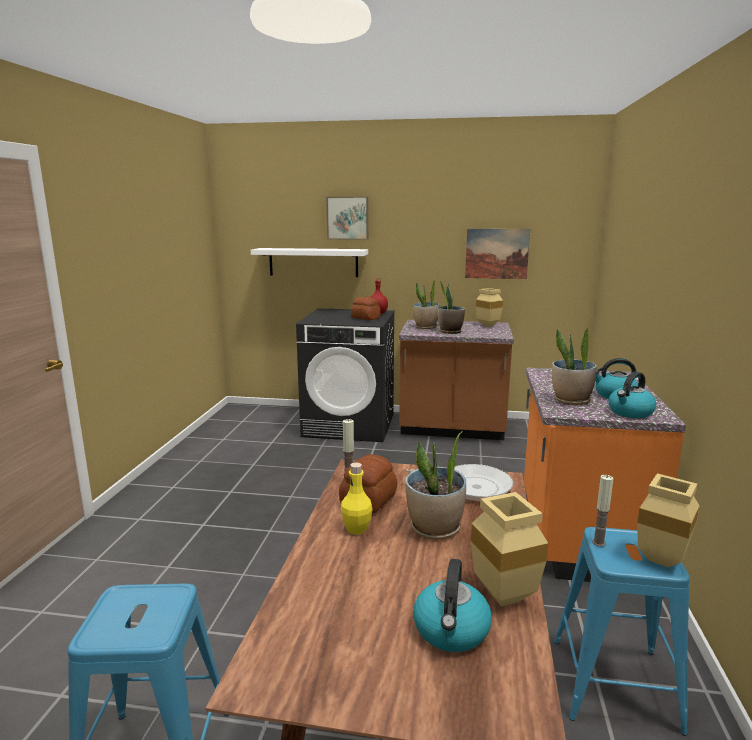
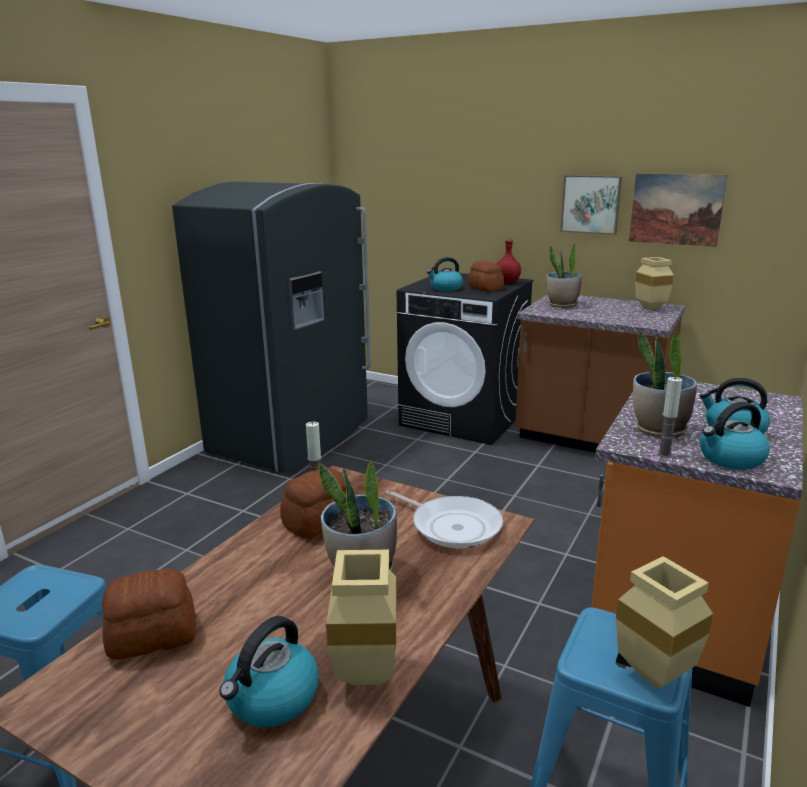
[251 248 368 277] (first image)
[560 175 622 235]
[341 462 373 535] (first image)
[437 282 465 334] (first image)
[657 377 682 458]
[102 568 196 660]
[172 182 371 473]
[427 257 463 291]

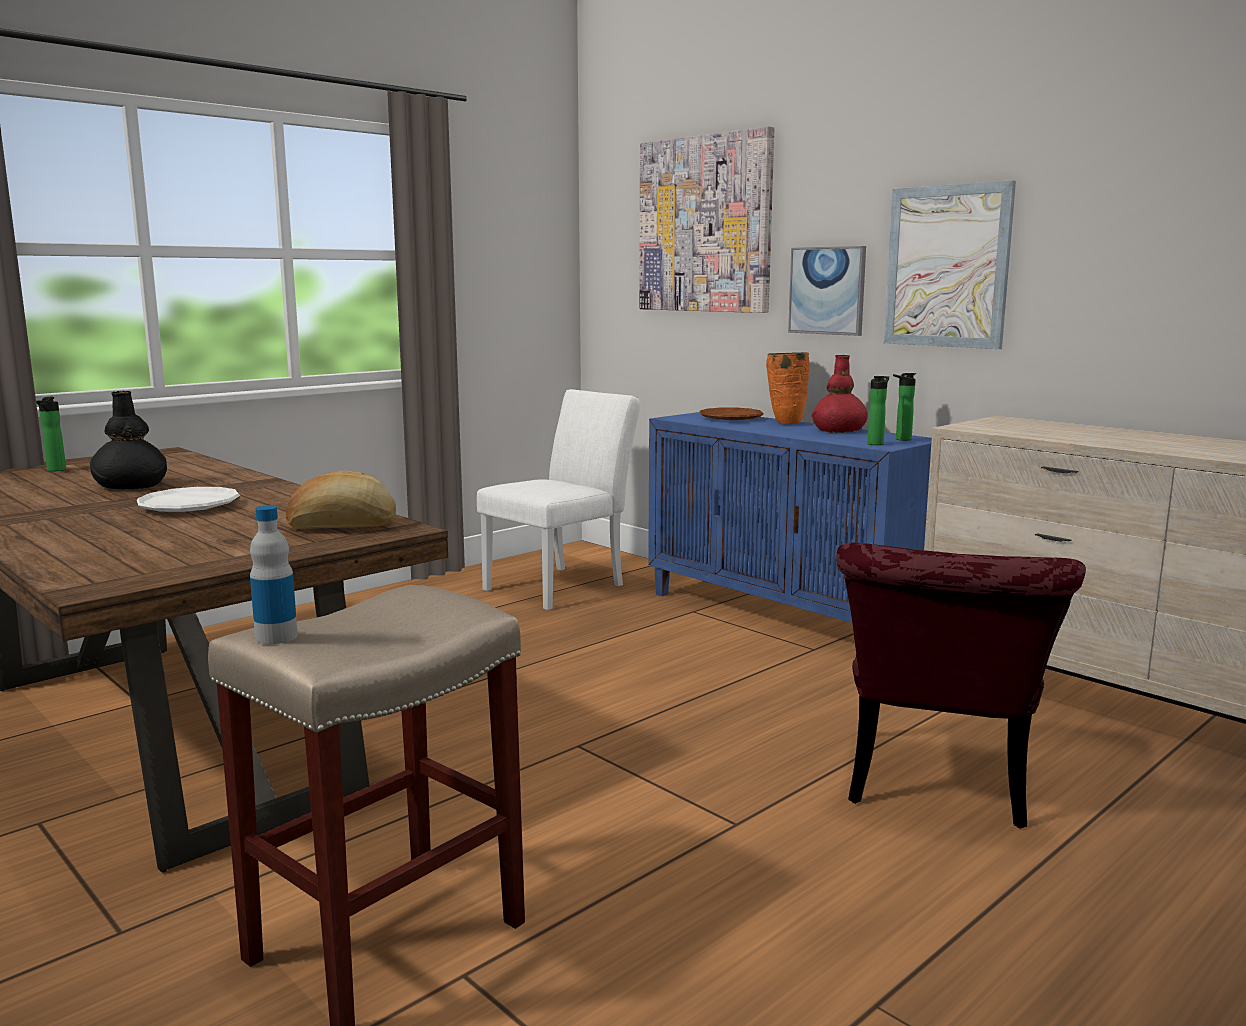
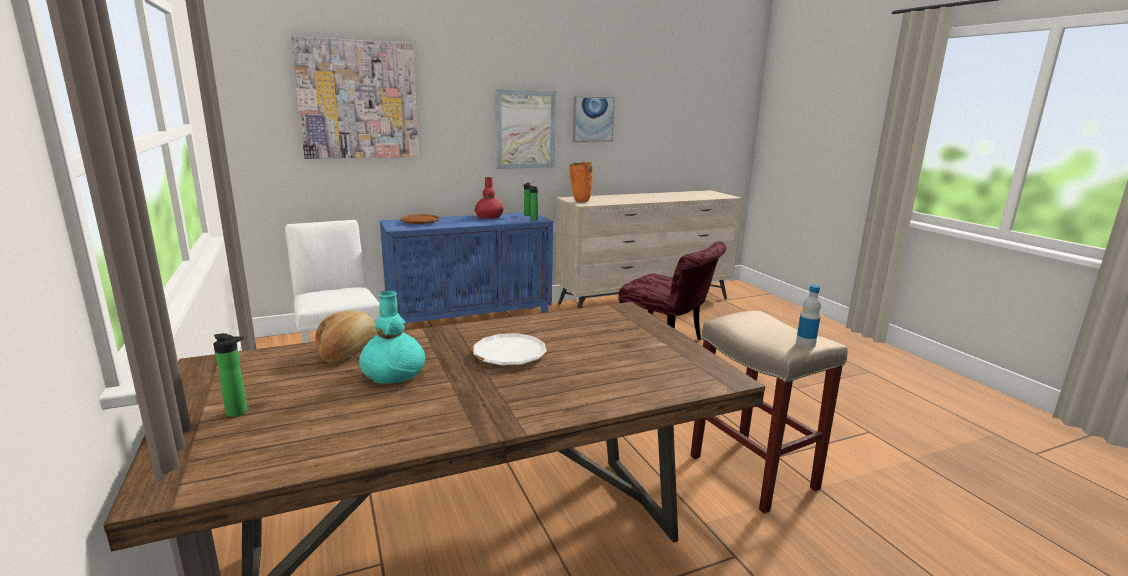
[359 290 425 384]
[315 311 377 363]
[569 162 593 202]
[573 96 615 142]

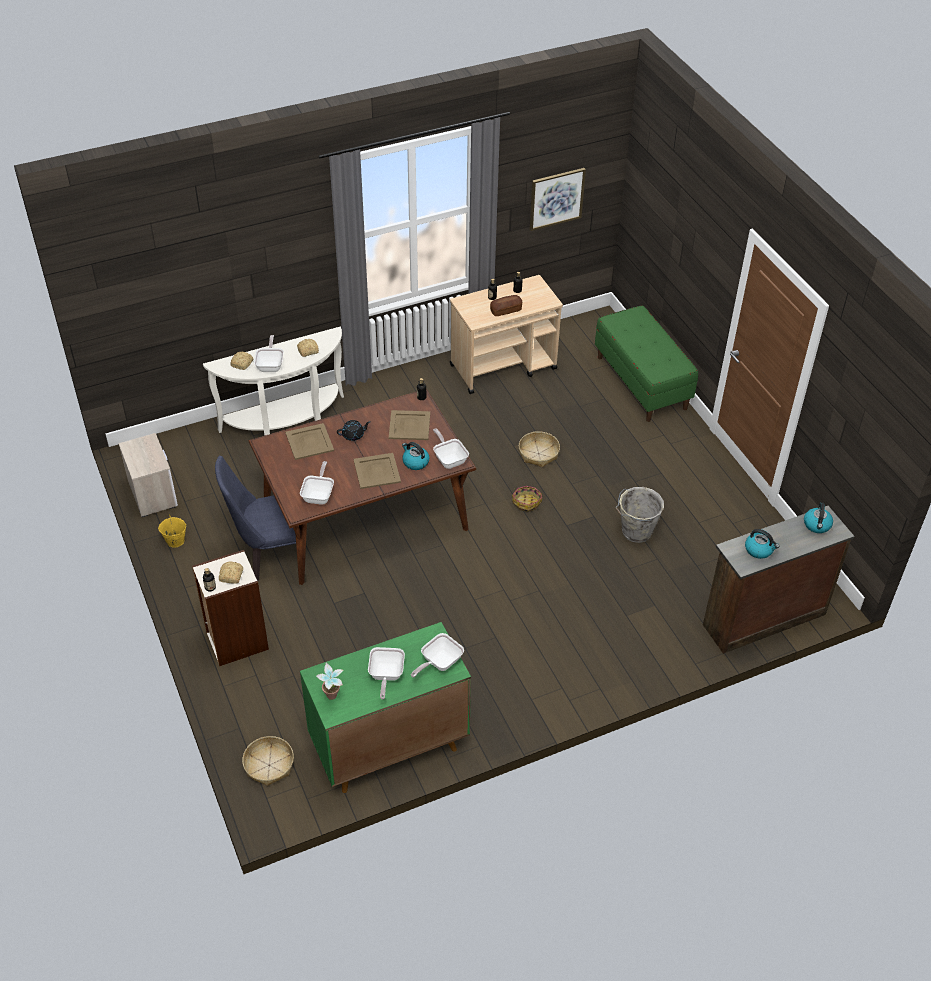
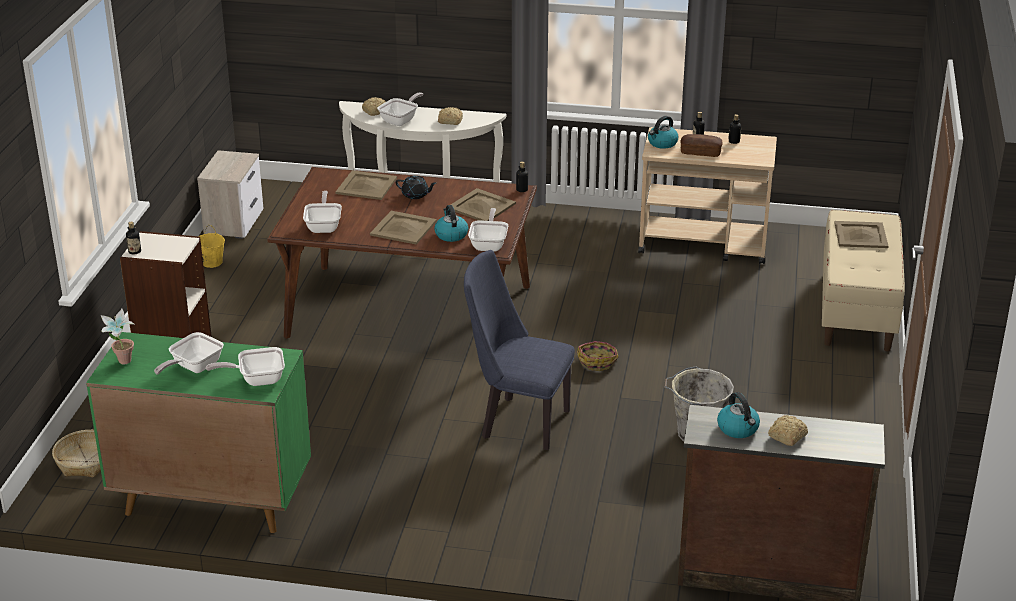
[464 250 575 450]
[768 415 808 446]
[303 191 342 233]
[519 431 560 467] (first image)
[530 168 586 231] (first image)
[822 210 905 351]
[648 116 679 149]
[834 221 888 248]

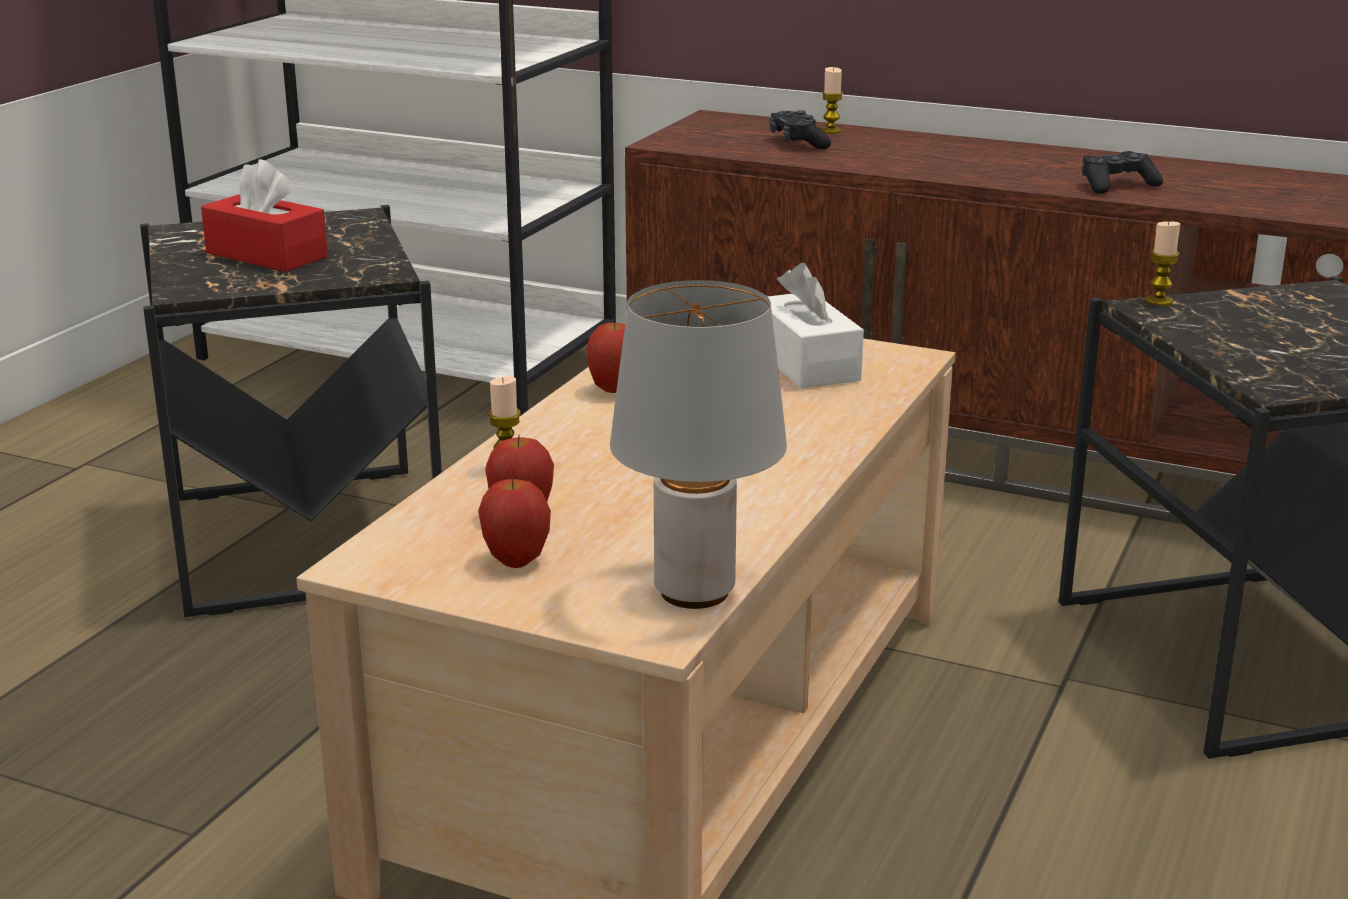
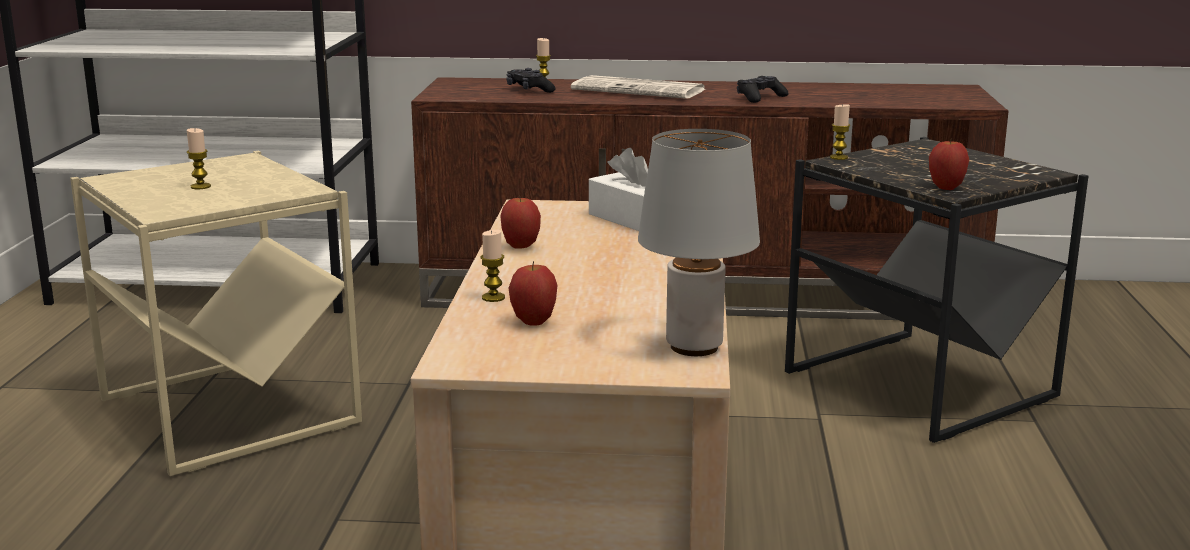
[70 151 362 476]
[187 128 211 189]
[929 138 969 190]
[571 75 706 99]

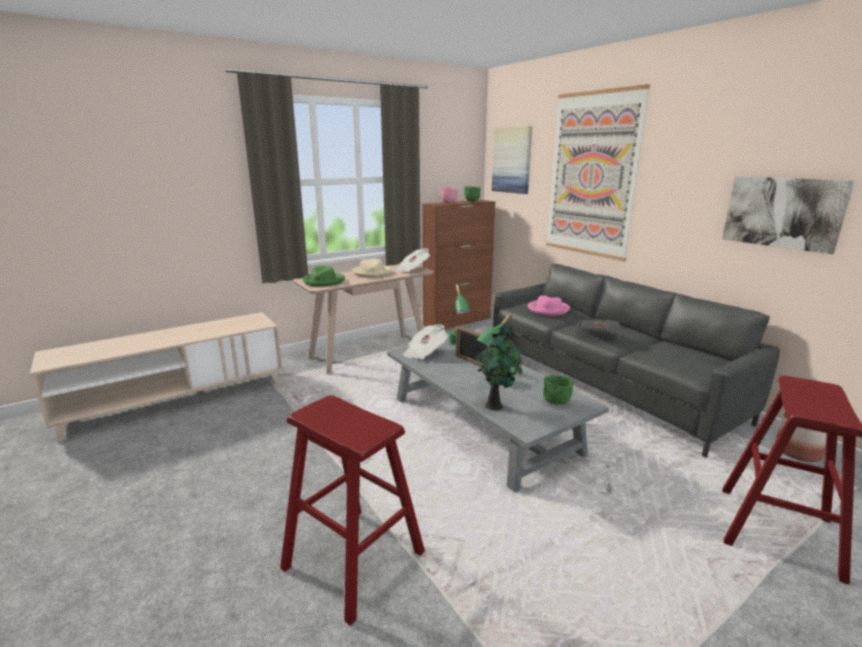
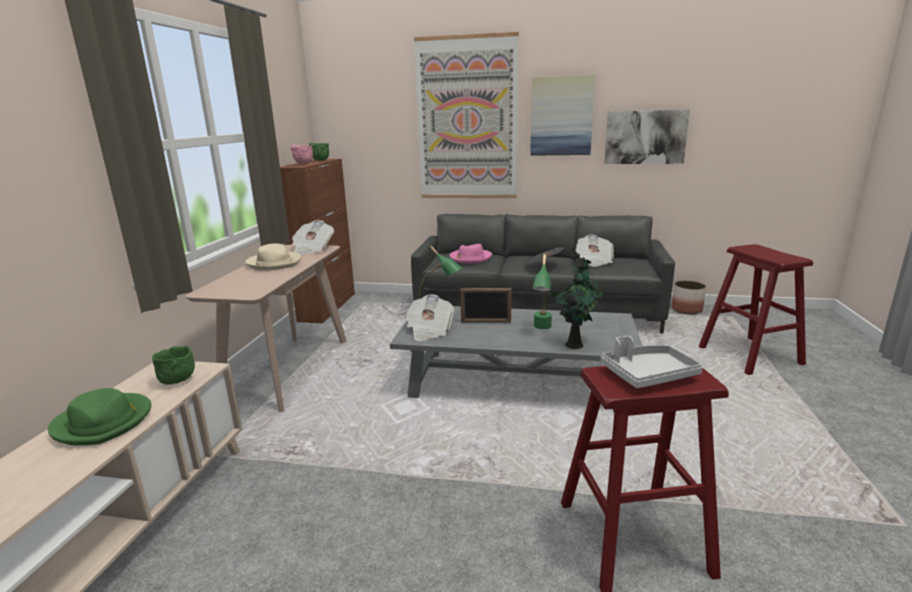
[48 388 151 445]
[530 75 595 156]
[152 345 195 385]
[575 234 614 267]
[601 336 703 388]

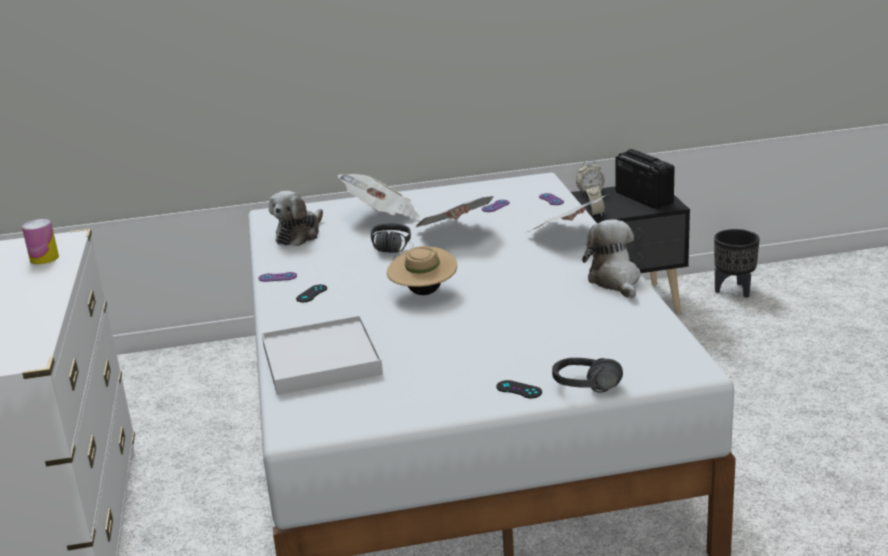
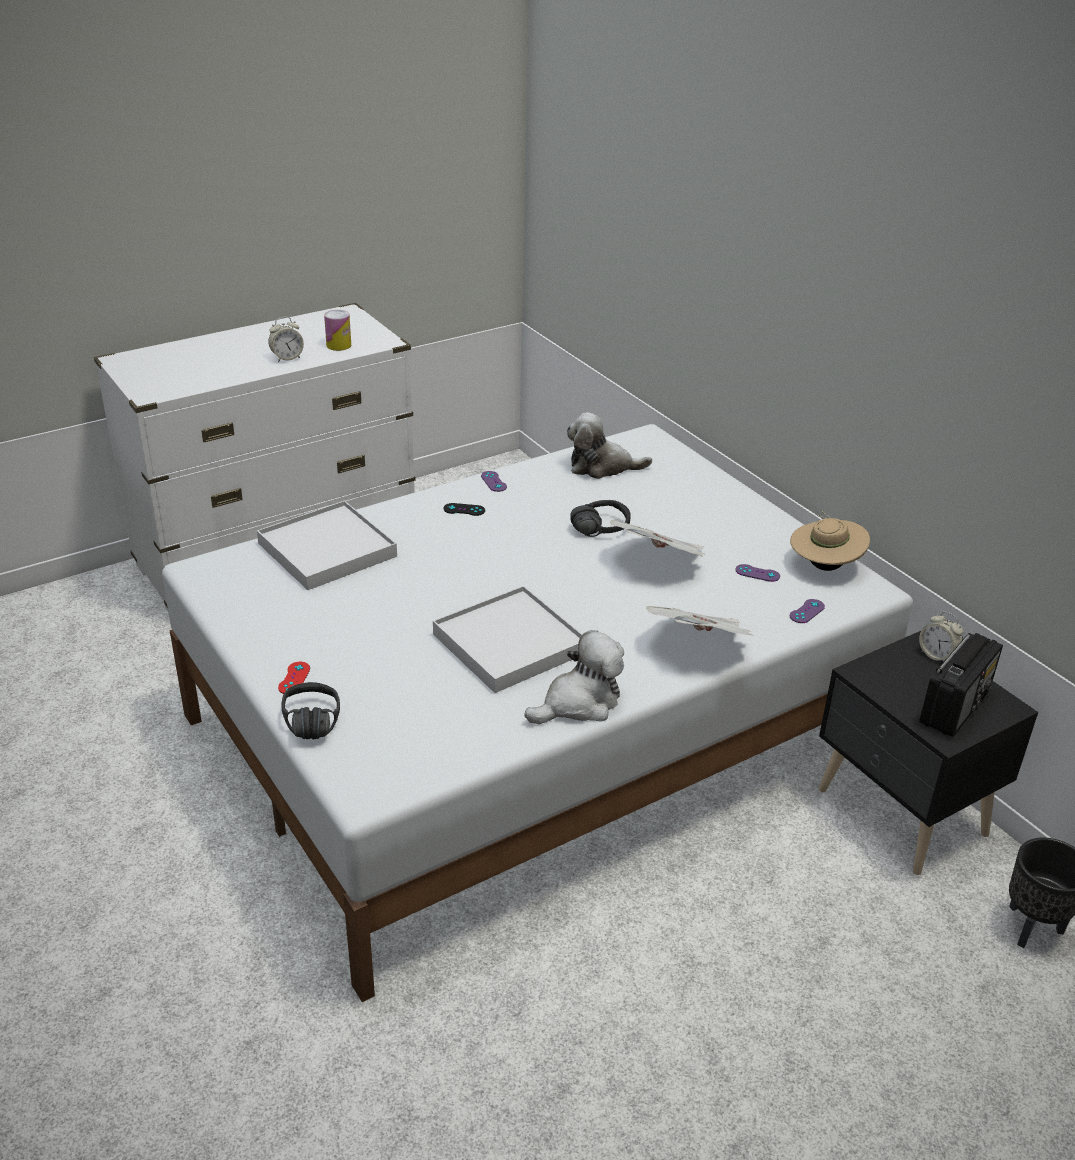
[337 174 421 218] (first image)
[790 511 870 571]
[278 662 310 694]
[268 317 304 362]
[433 586 582 693]

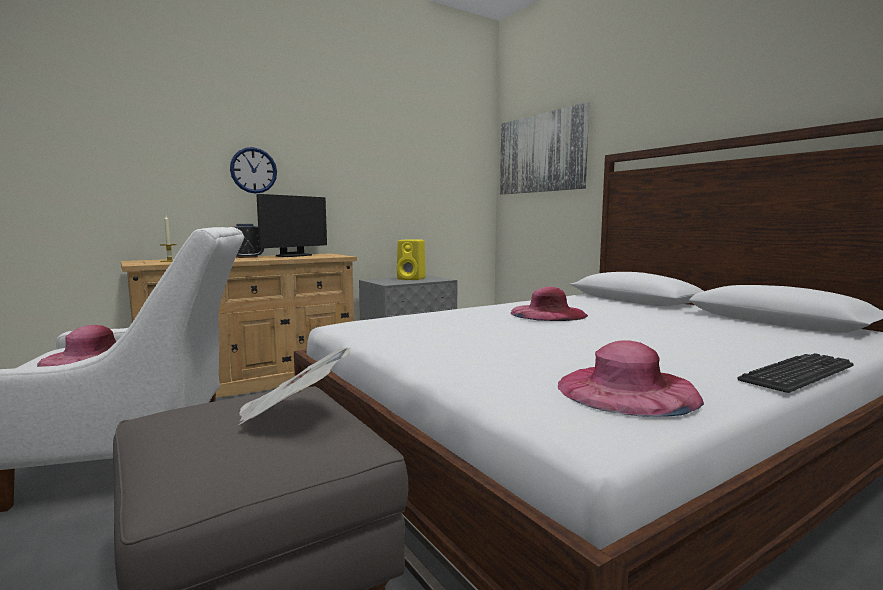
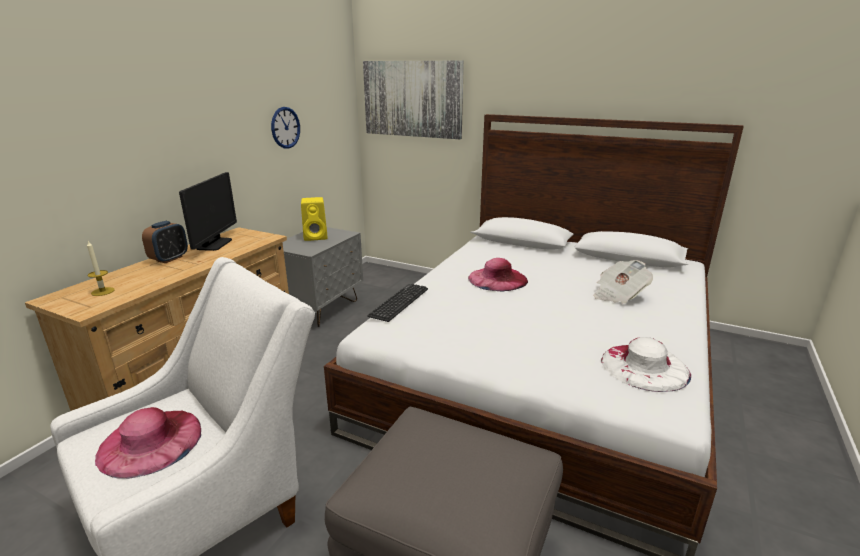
[271 107 300 149]
[594 260 653 304]
[601 337 691 392]
[367 284 428 322]

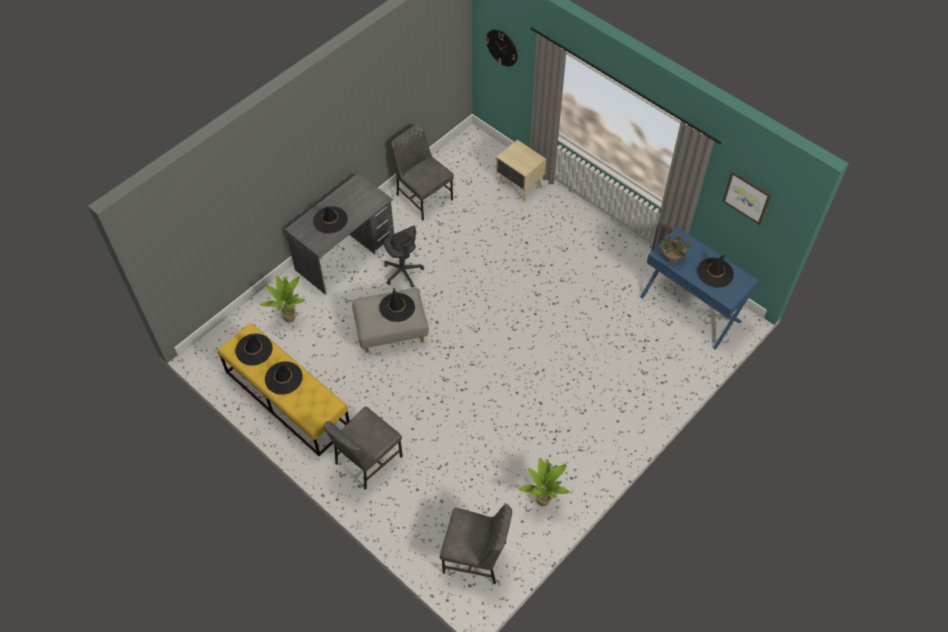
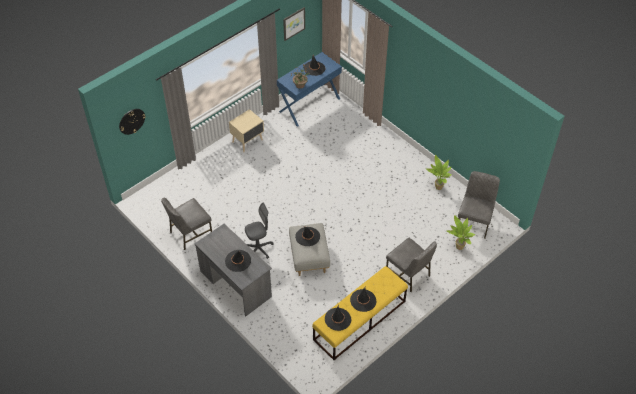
[446 215 476 250]
[229 109 264 152]

